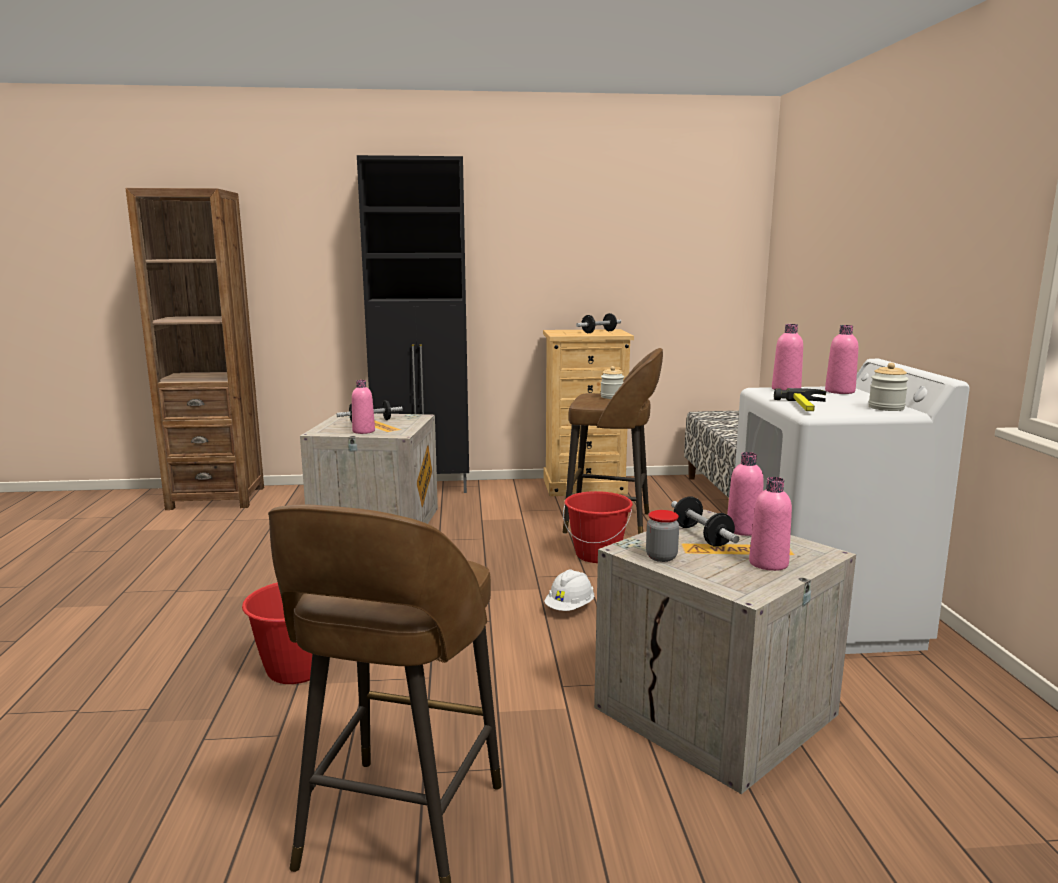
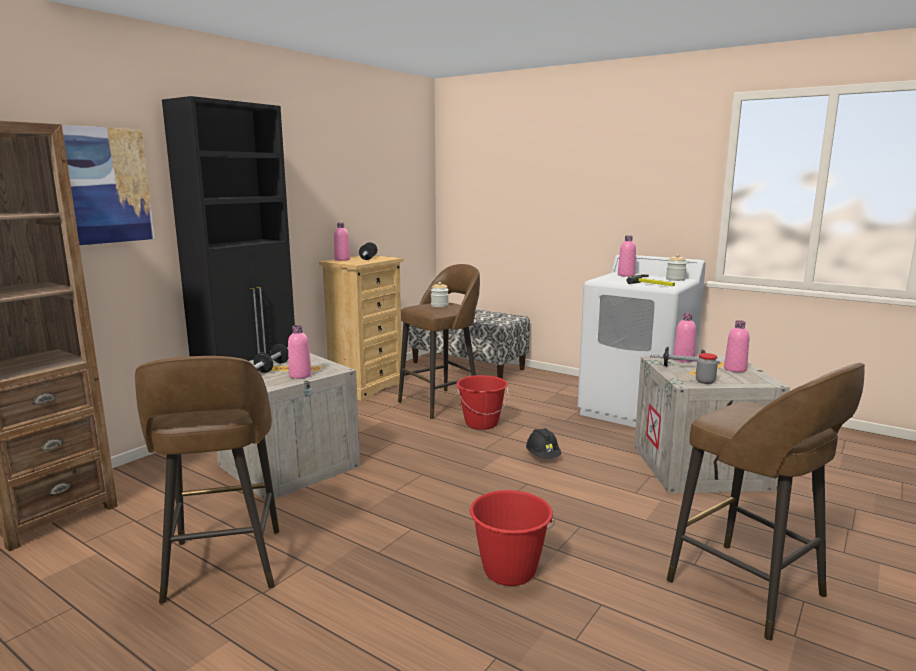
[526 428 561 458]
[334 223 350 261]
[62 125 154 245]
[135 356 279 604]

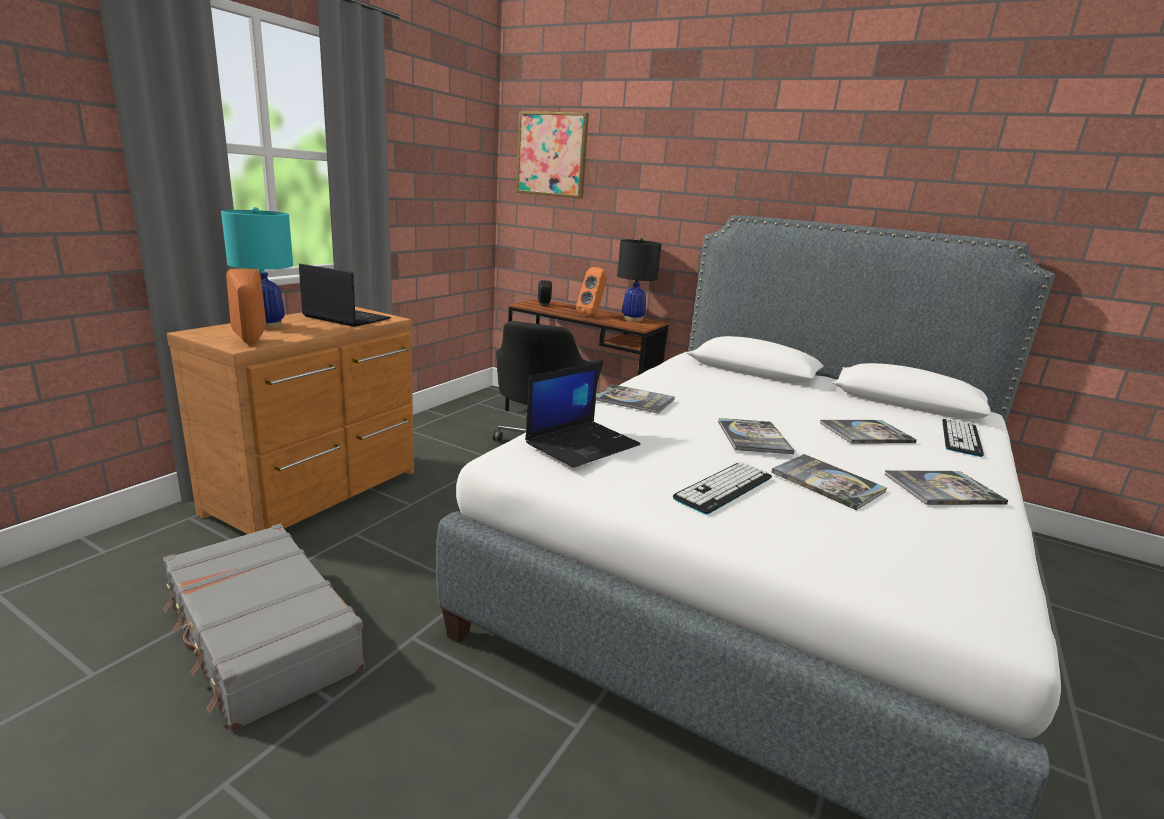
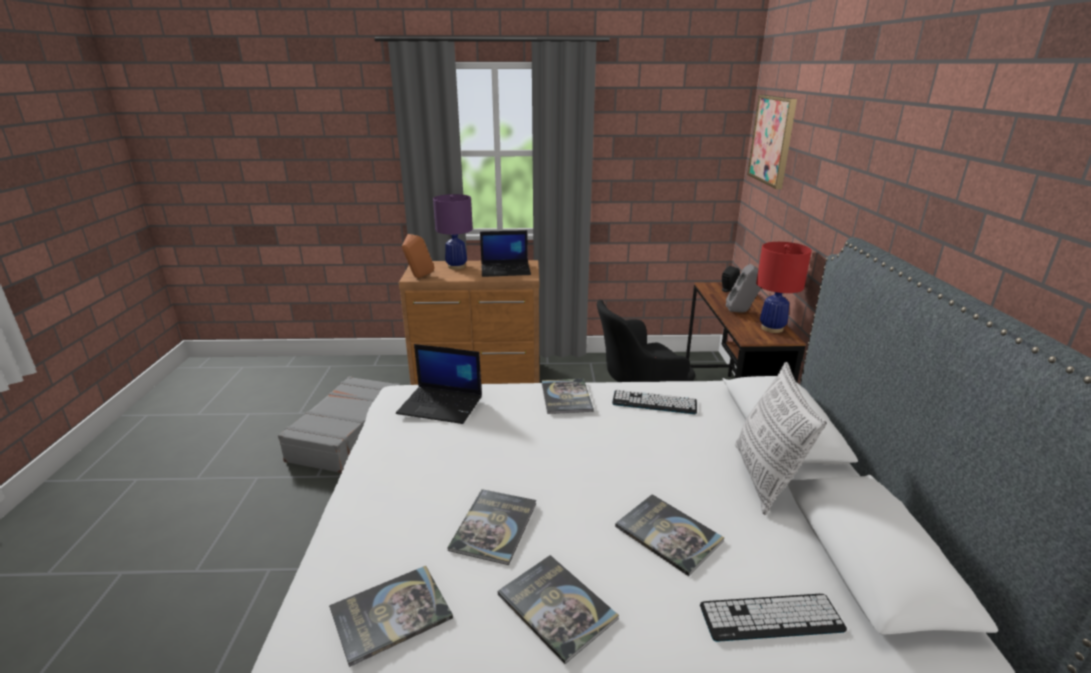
[433 194 473 270]
[480 230 531 277]
[726 264 761 312]
[756 242 812 333]
[612 390 697 414]
[329 566 453 667]
[735 362 827 515]

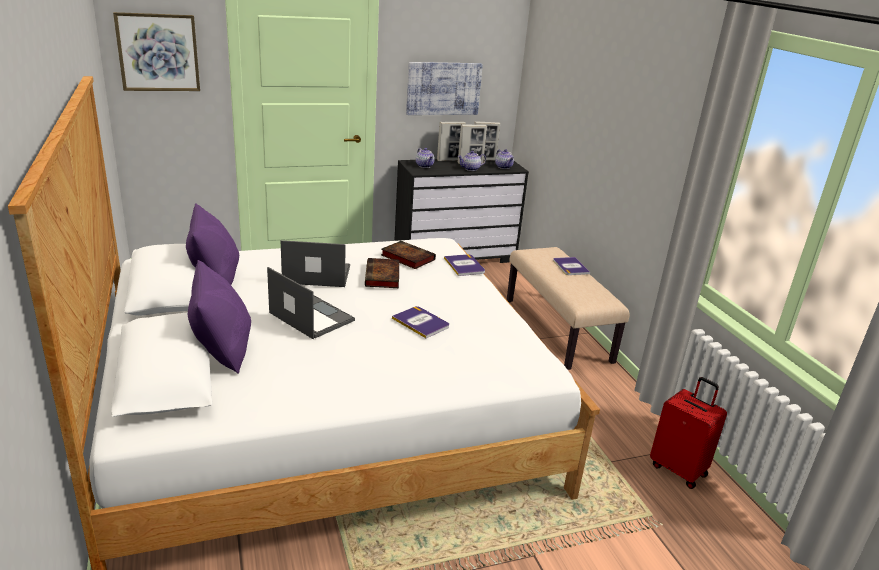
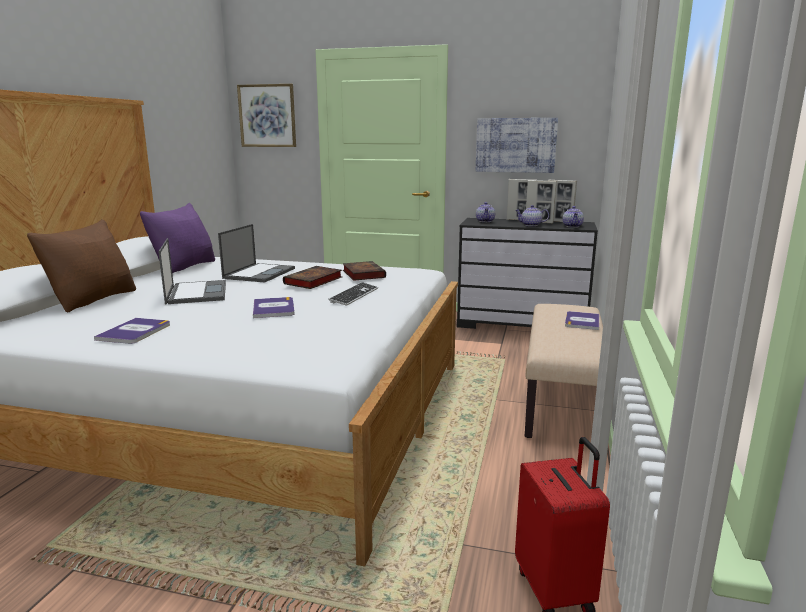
[27 219 136 312]
[218 224 295 282]
[94 318 170 344]
[328 282 378 306]

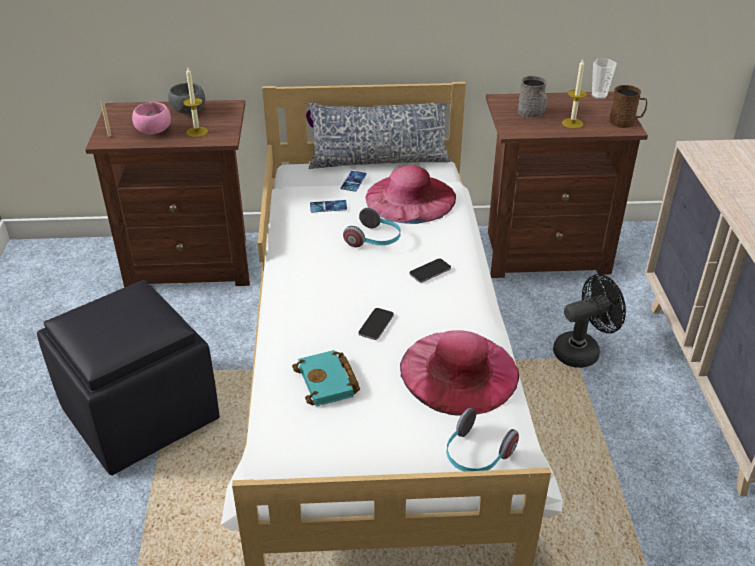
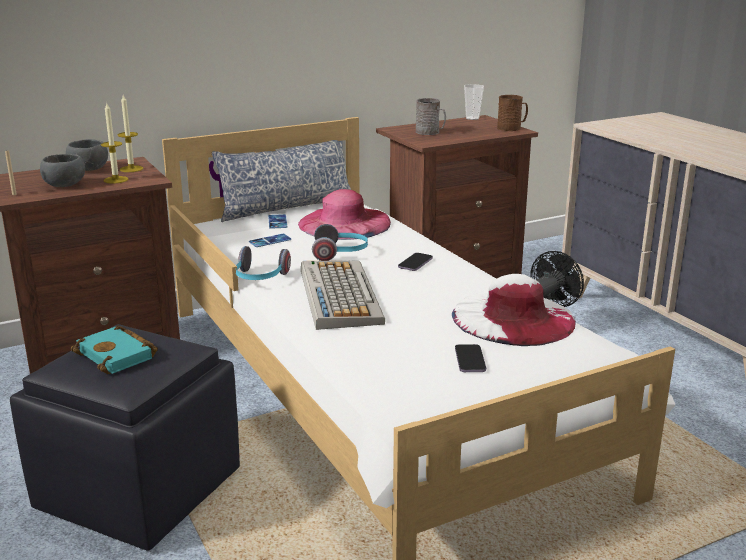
[40 154 85 187]
[71 325 158 374]
[455 344 486 372]
[452 274 576 346]
[235 246 291 280]
[118 95 143 172]
[301 261 385 330]

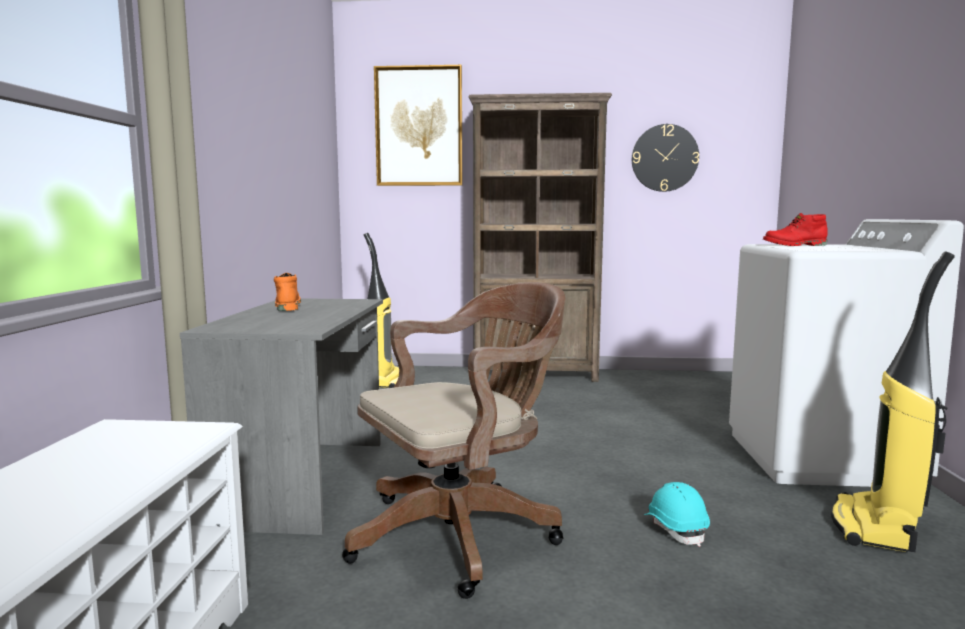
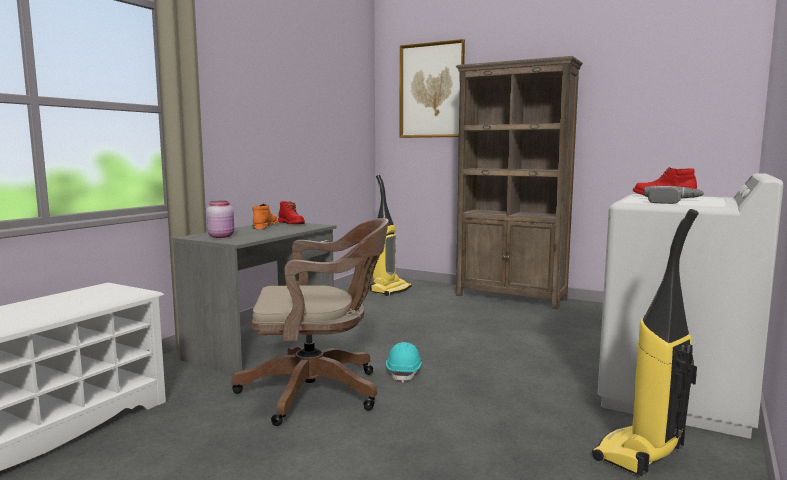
[632 124 699 192] (first image)
[386 342 422 383]
[206 201 234 238]
[278 201 305 224]
[644 186 705 204]

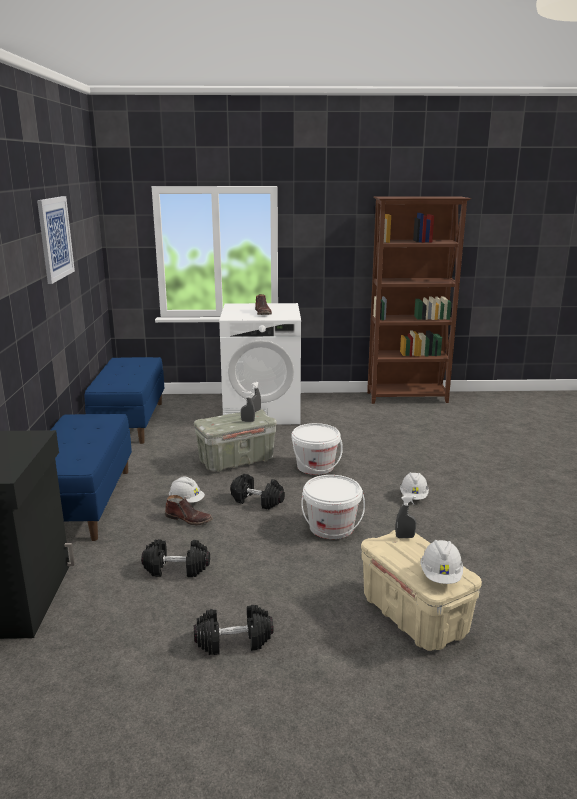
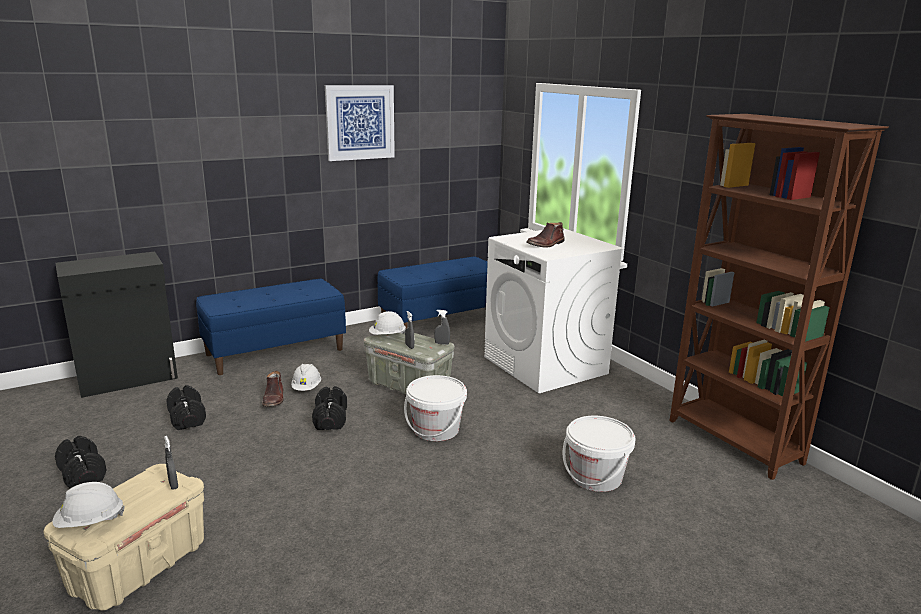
[563 416 636 492]
[369 311 406 335]

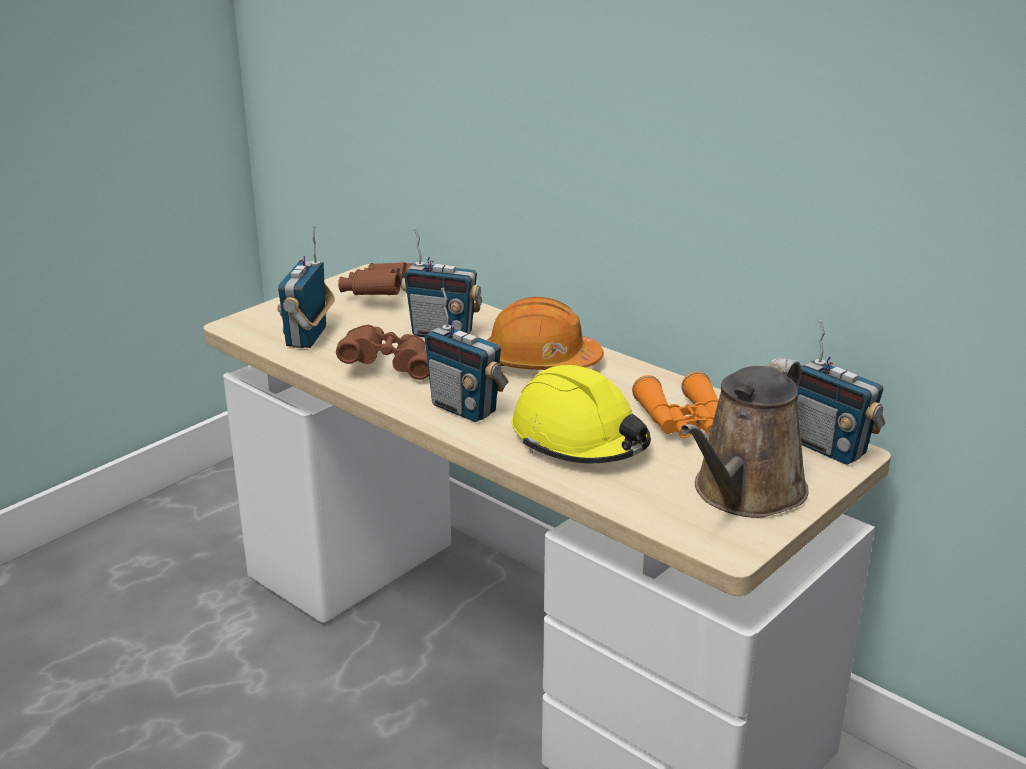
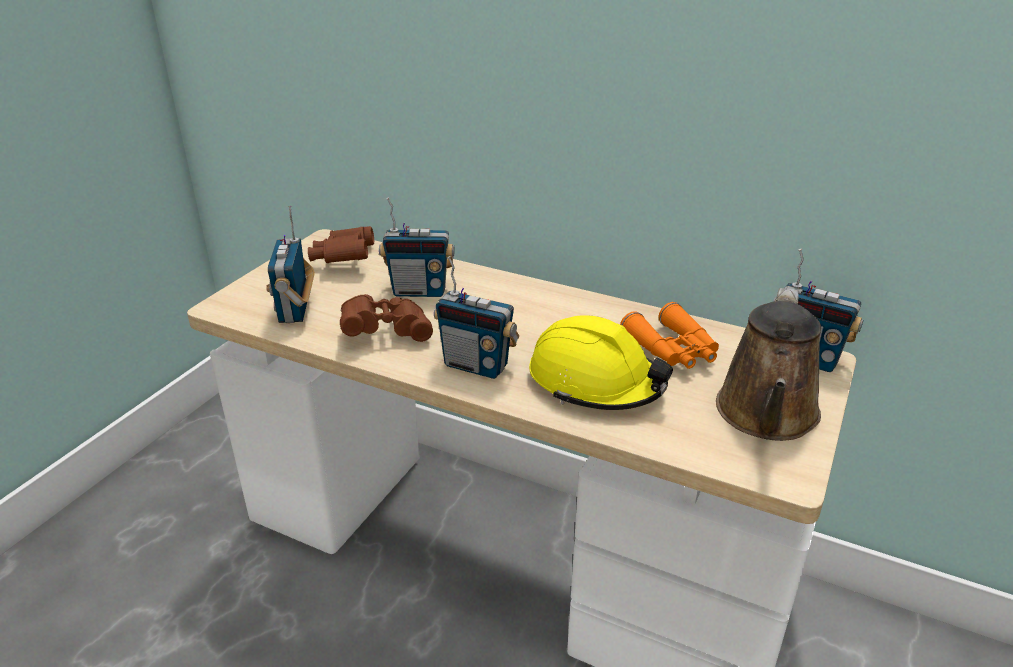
[487 297 604 370] (first image)

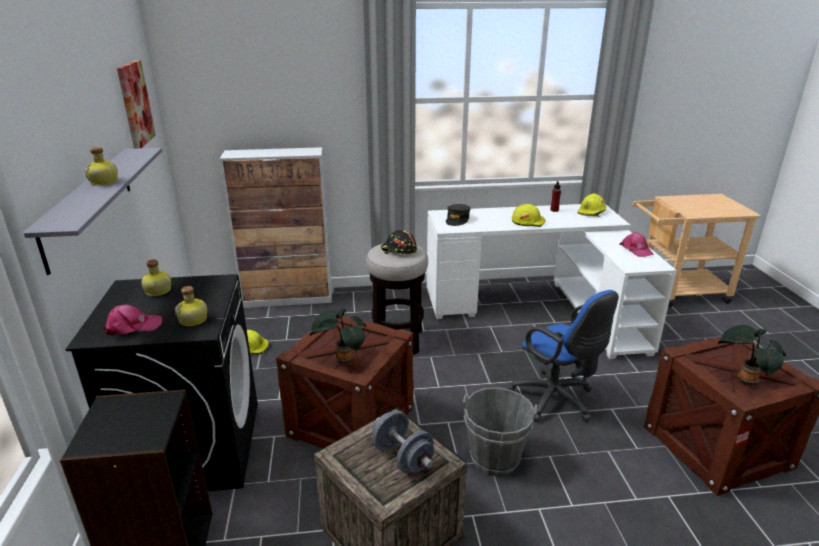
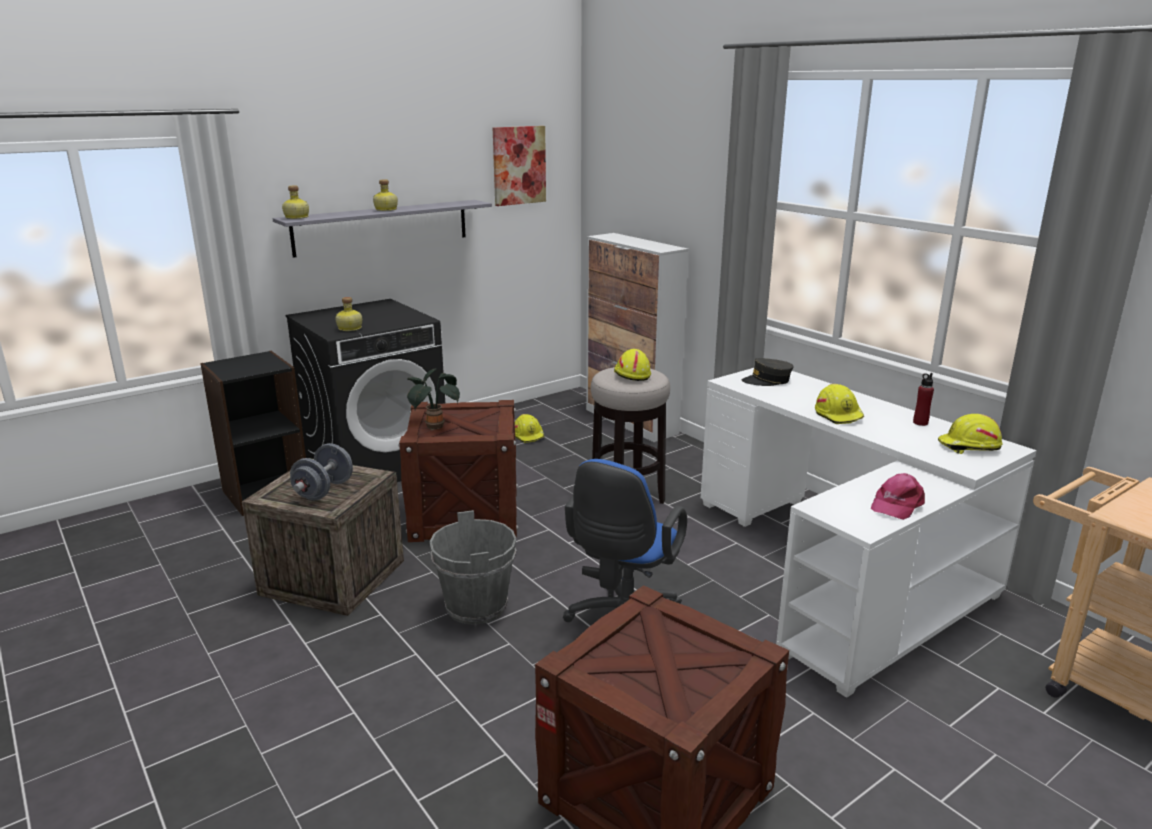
[103 304 163 337] (first image)
[282 186 309 219]
[614 349 651 381]
[717 325 786 387] (first image)

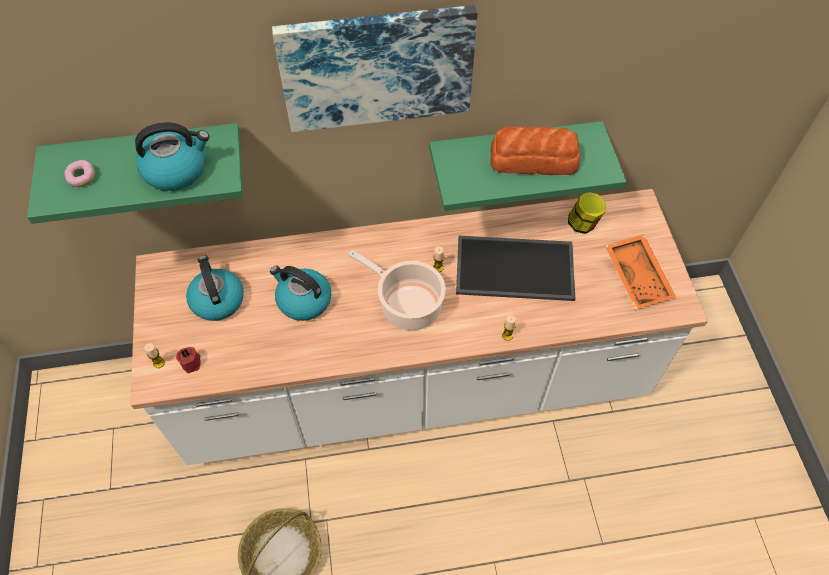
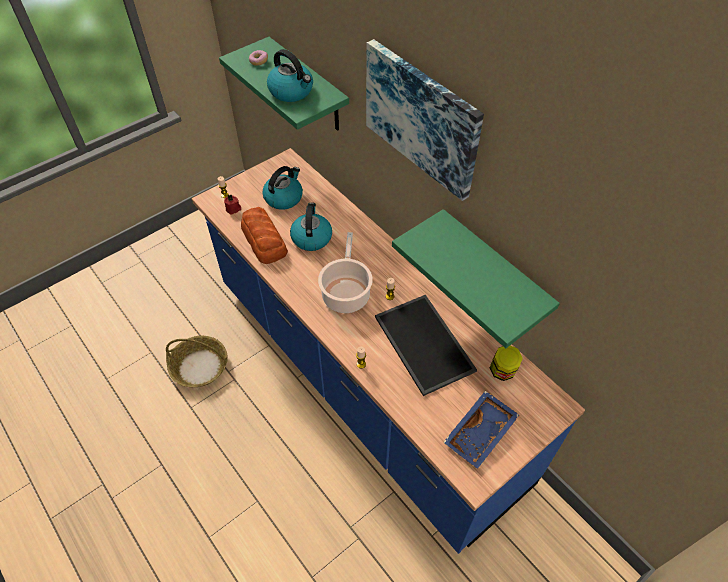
[192 148 585 554]
[241 207 288 264]
[443 391 519 469]

